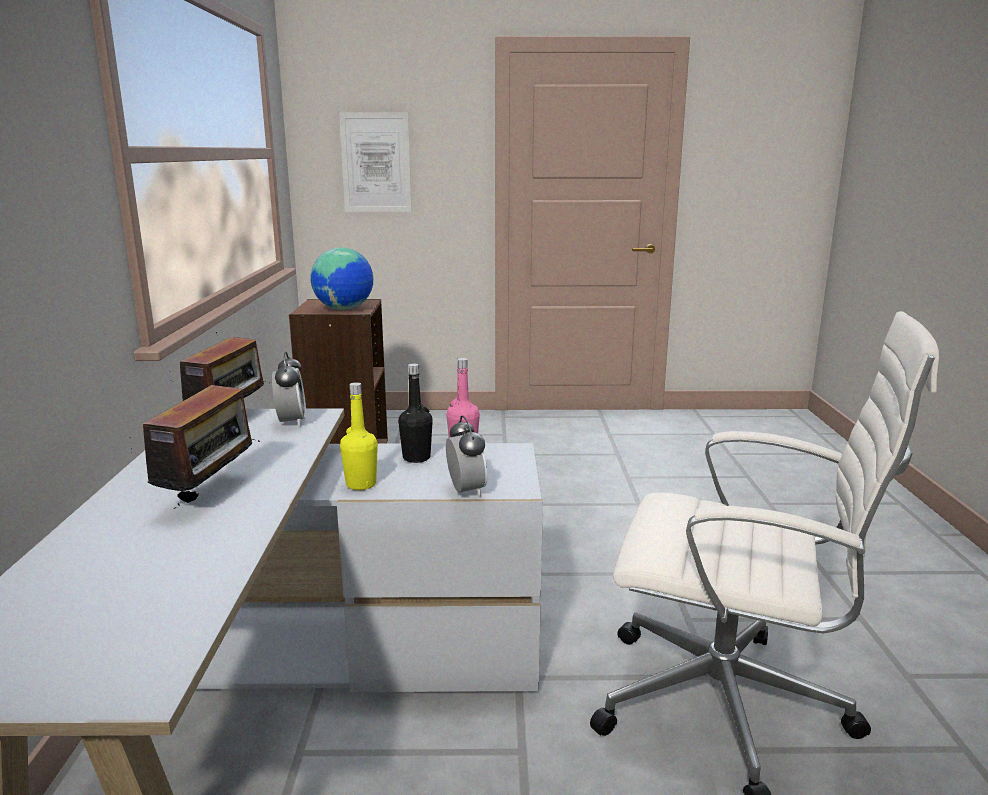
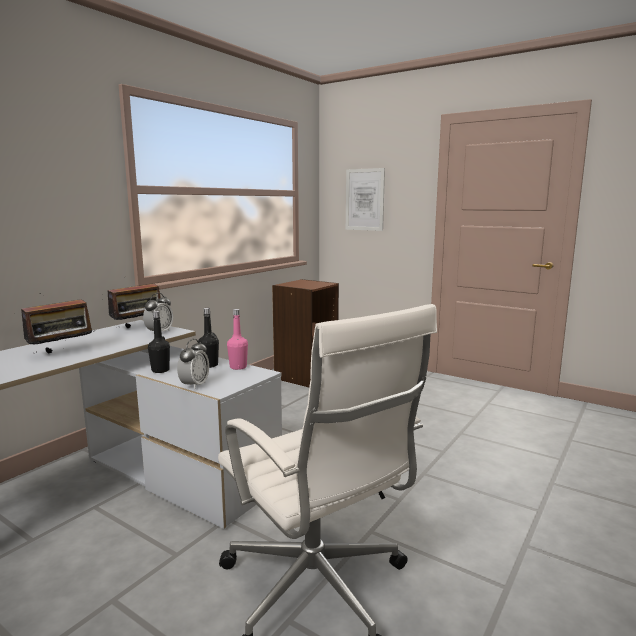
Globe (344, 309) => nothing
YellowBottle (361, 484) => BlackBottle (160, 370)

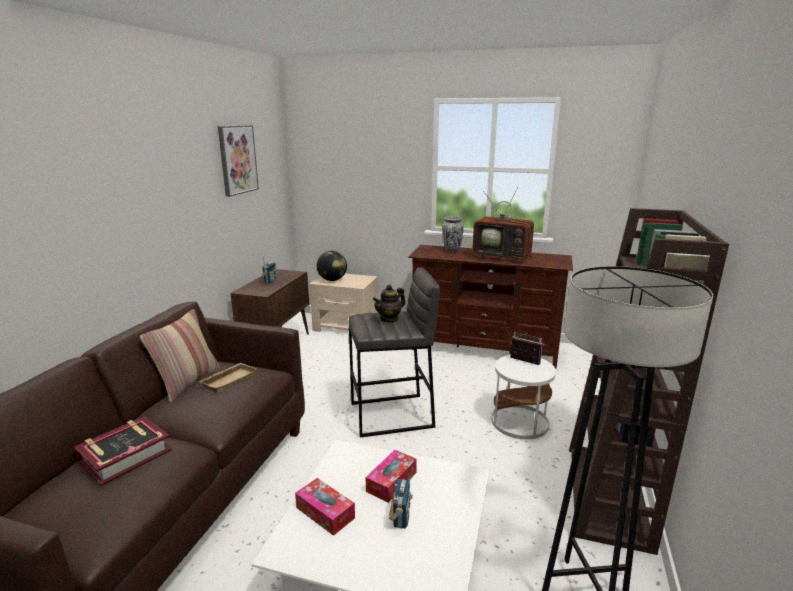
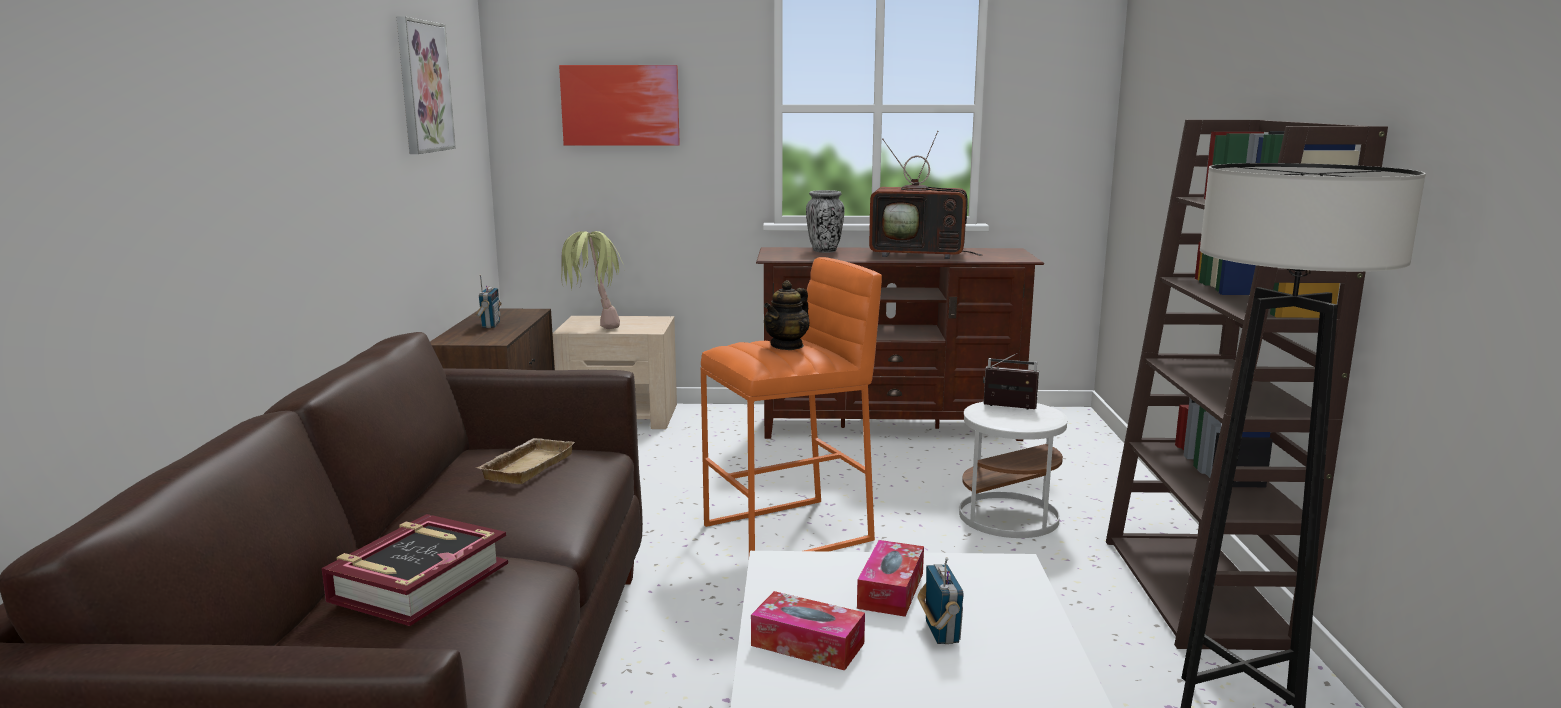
Pillow (188, 383) => nothing
nothing => Picture (620, 105)
Globe (332, 280) => PottedPlant (593, 326)
GreyStool (392, 415) => OrangeStool (790, 533)

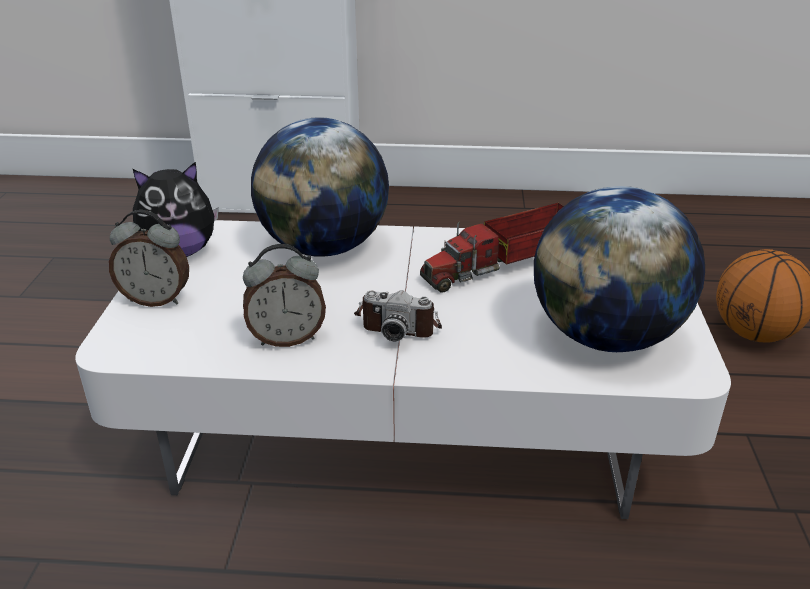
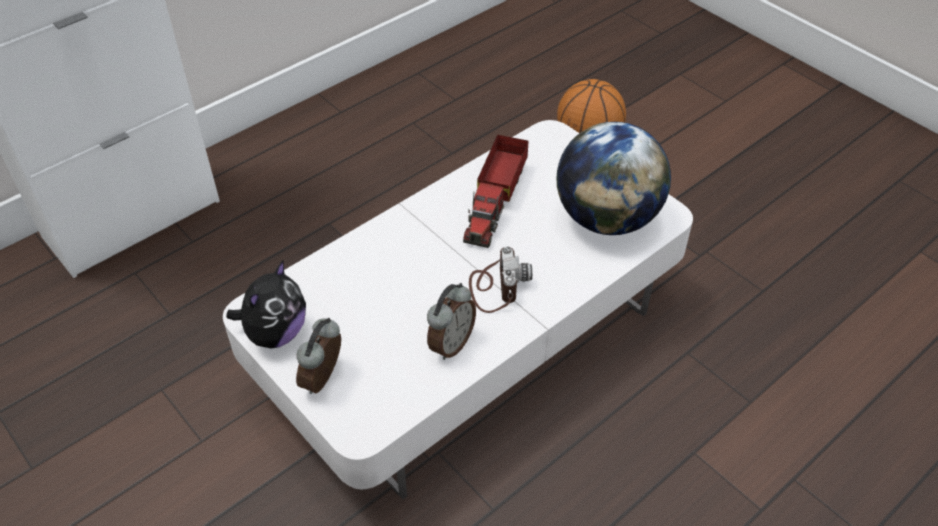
Globe (324, 247) => nothing
AlarmClock (156, 299) => AlarmClock (325, 379), 150 degrees clockwise
PhotoCamera (399, 323) => PhotoCamera (496, 286), 60 degrees counterclockwise

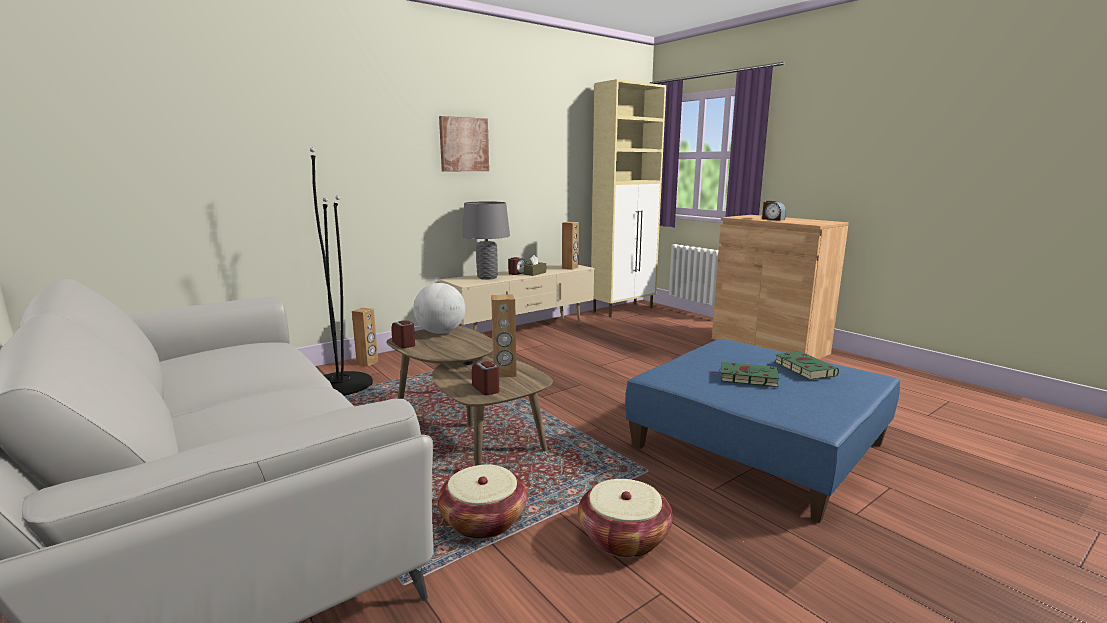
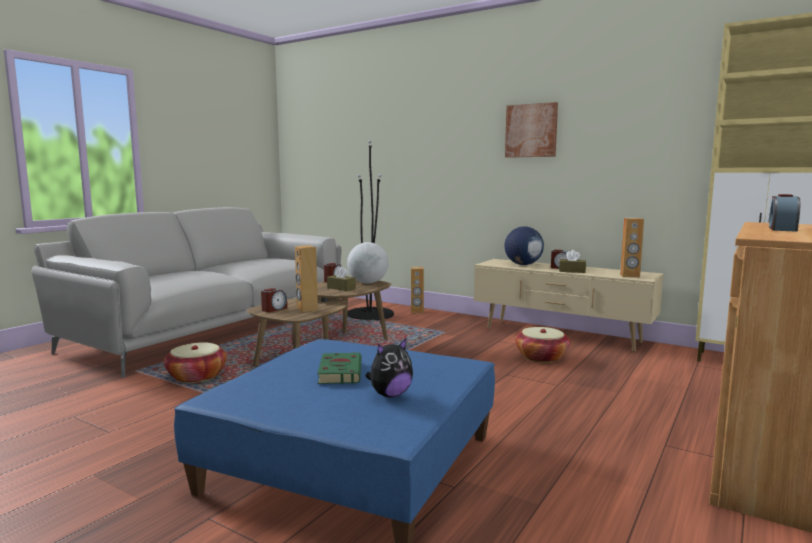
nothing => BrownTissueBox (341, 288)
Basket (623, 537) => Basket (541, 357), move
GreyTableLamp (487, 277) => Globe (523, 264)
GreenBook (803, 368) => PlushToy (390, 395)

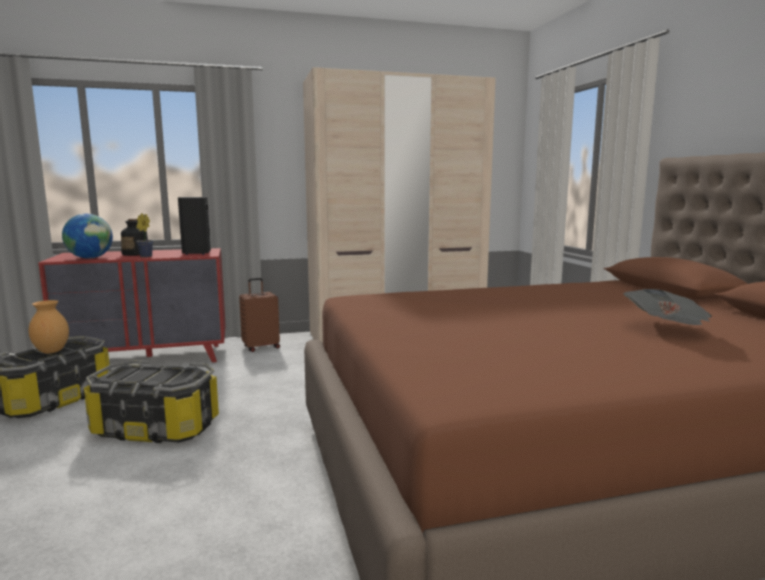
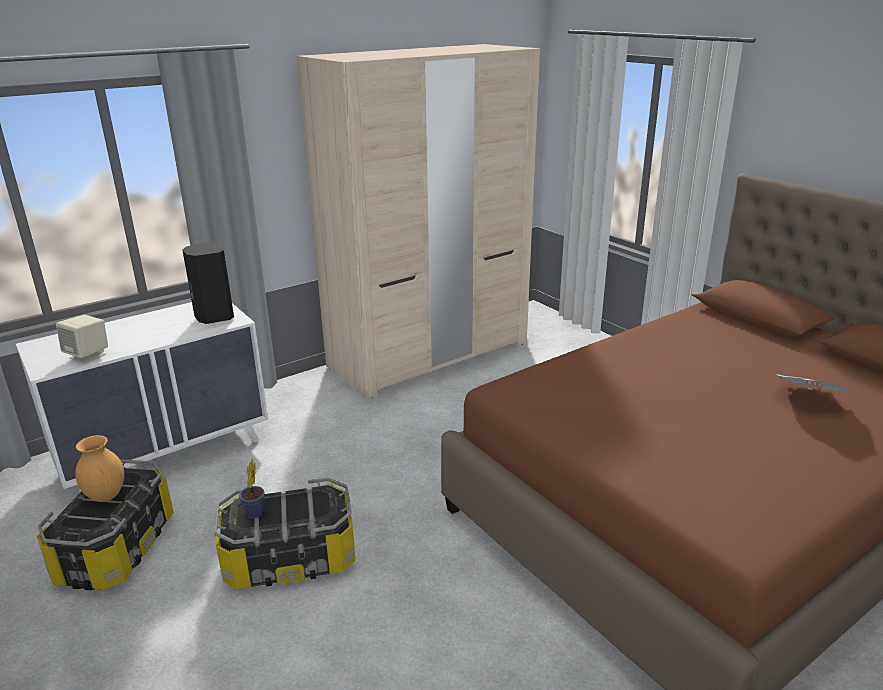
Bottle (136, 254) => nothing
BrownSuitcase (261, 347) => nothing
PottedPlant (145, 256) => PottedPlant (254, 514), move
Globe (90, 258) => BeigeSpeaker (88, 356)
RedDresser (149, 358) => WhiteDresser (166, 452)

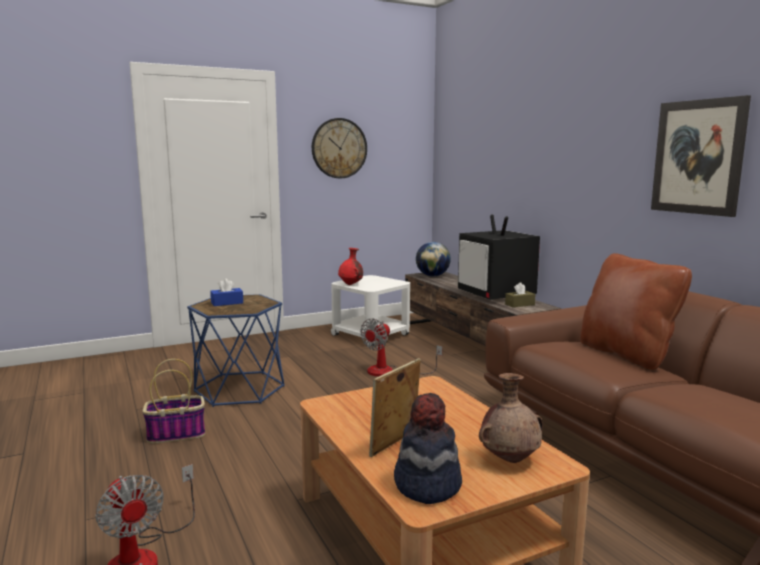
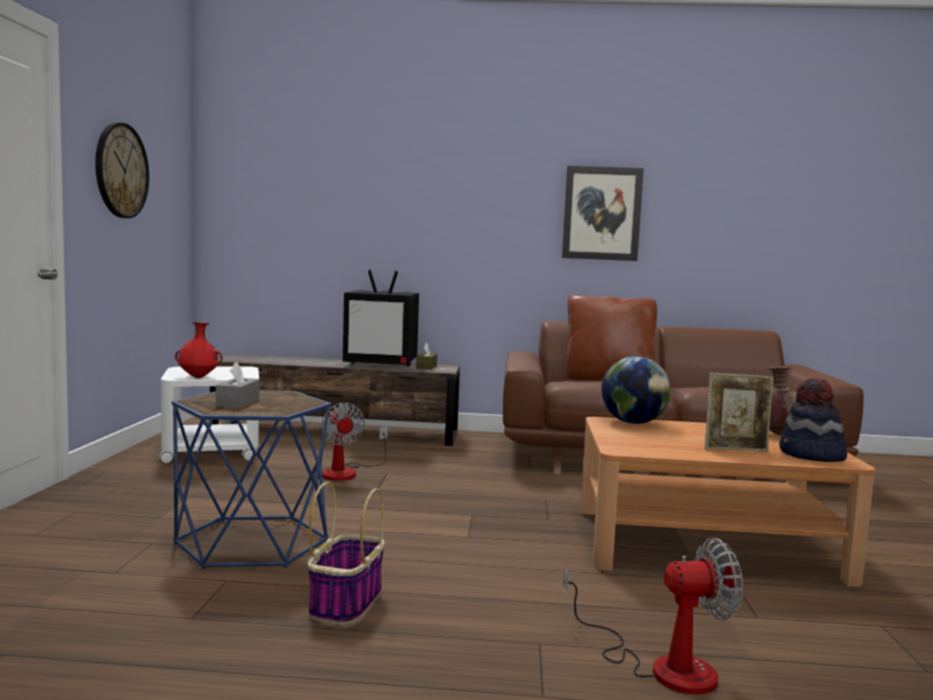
Globe (432, 276) => Globe (633, 423), move
BlueTissueBox (227, 303) => GreyTissueBox (238, 402)
PictureFrame (395, 445) => PictureFrame (735, 450), 75 degrees counterclockwise

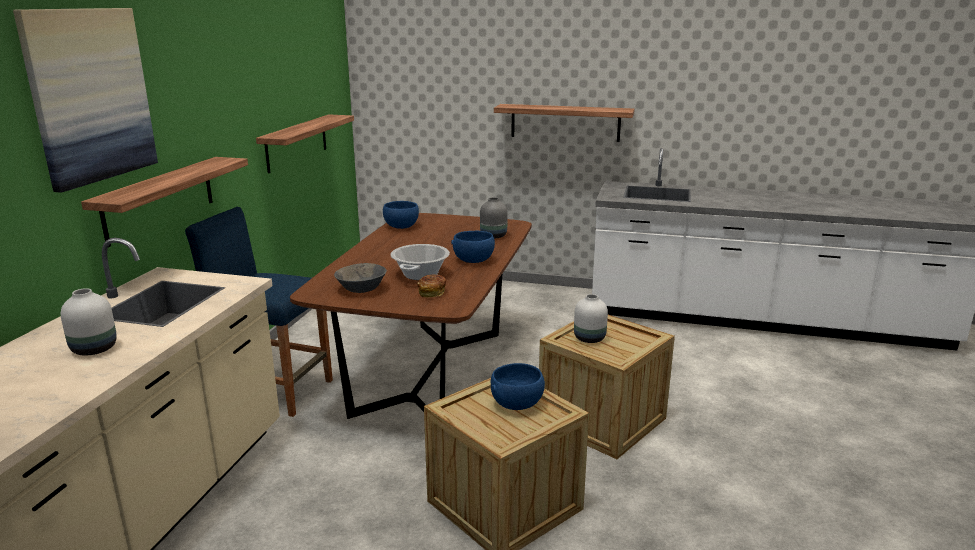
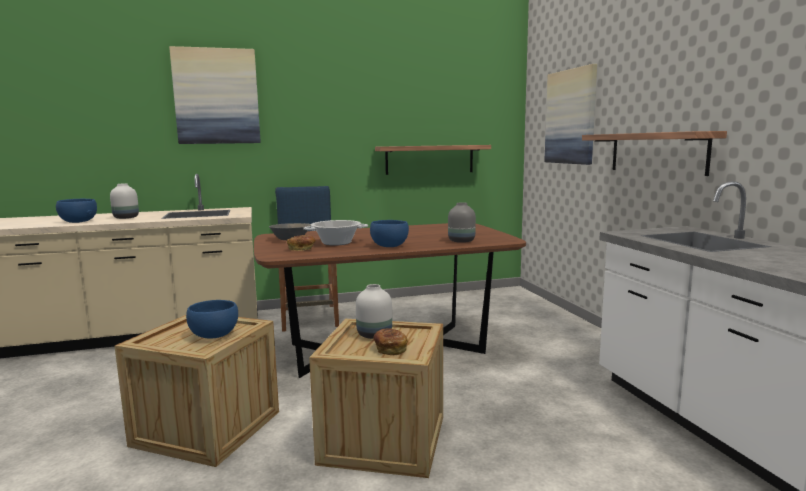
Shelf (160, 199) => nothing
nothing => Bread (390, 349)
nothing => Picture (571, 117)
BlueBowl (401, 227) => BlueBowl (78, 222), move

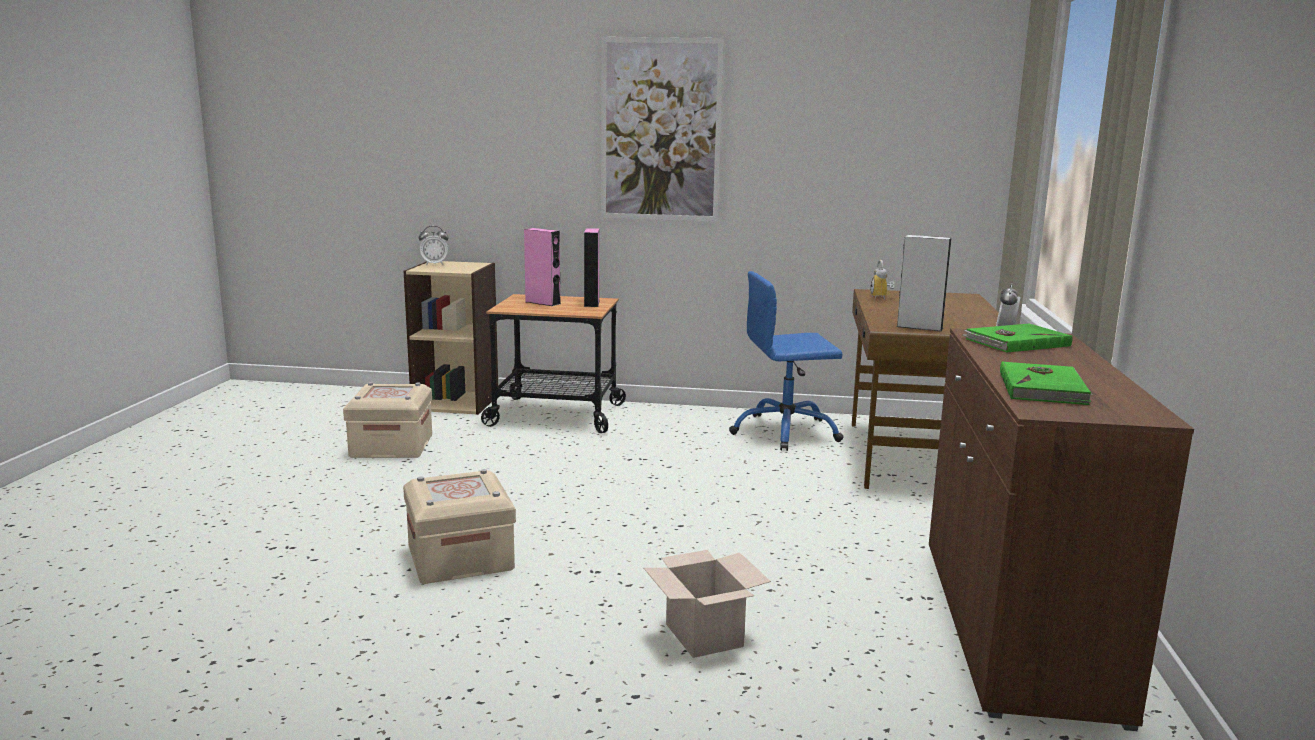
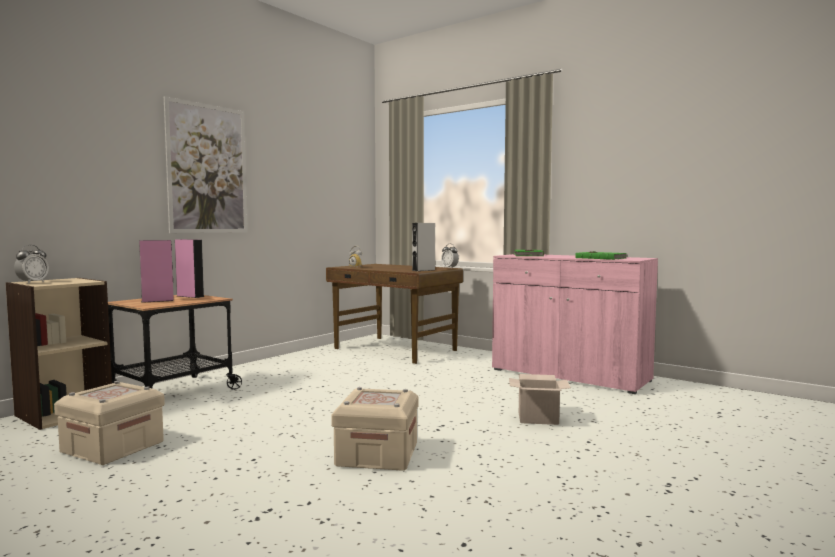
BlueOfficeChair (785, 432) => nothing
BrownCabinet (1015, 625) => PinkCabinet (569, 375)

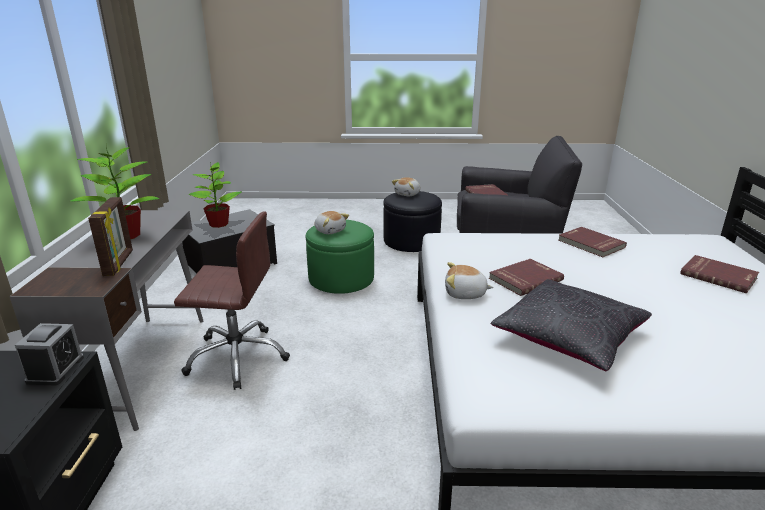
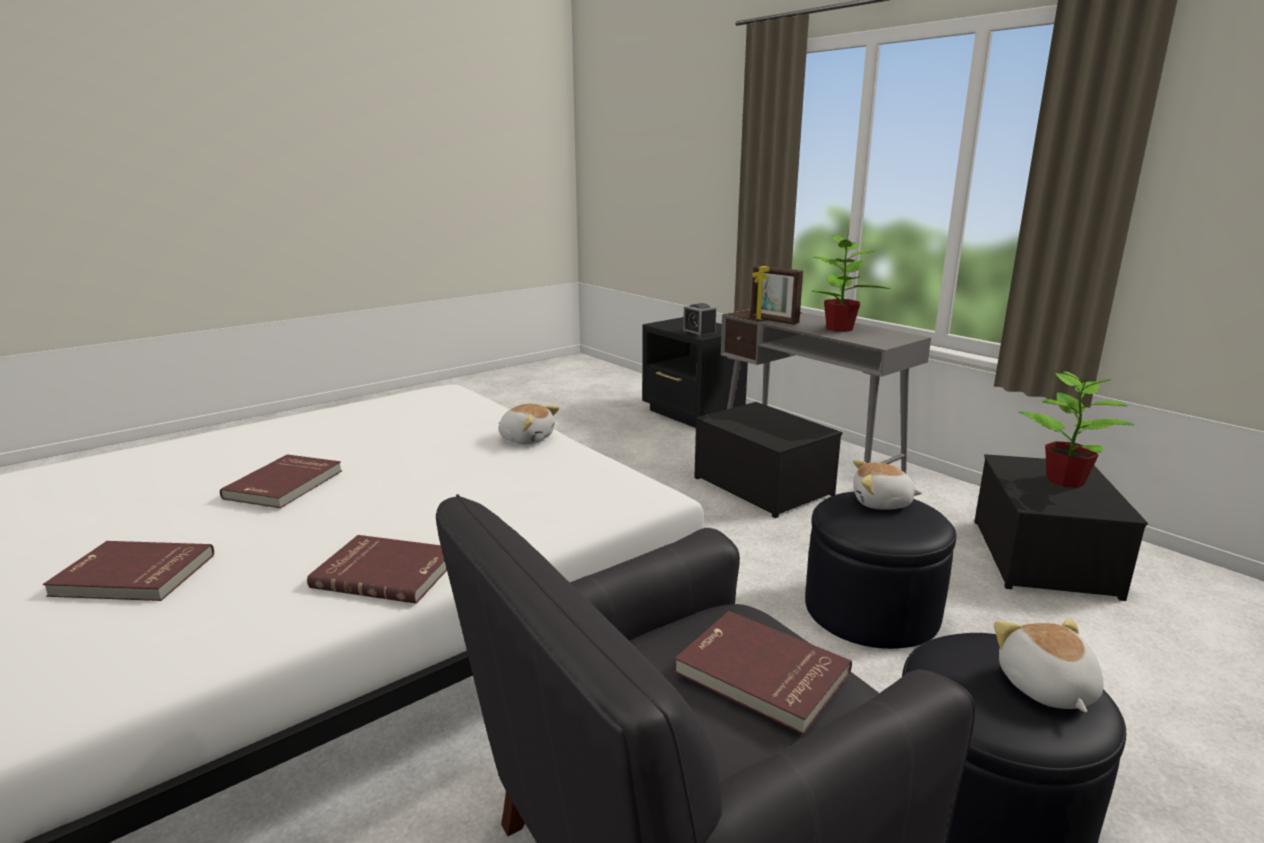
BlackPillow (569, 337) => nothing
RedBook (524, 279) => RedBook (286, 484), move
BrownOfficeChair (237, 357) => StorageBox (761, 486)
GreenOttoman (341, 278) => BlackOttoman (872, 610)
PlushToy (465, 294) => PlushToy (527, 438), 60 degrees clockwise

